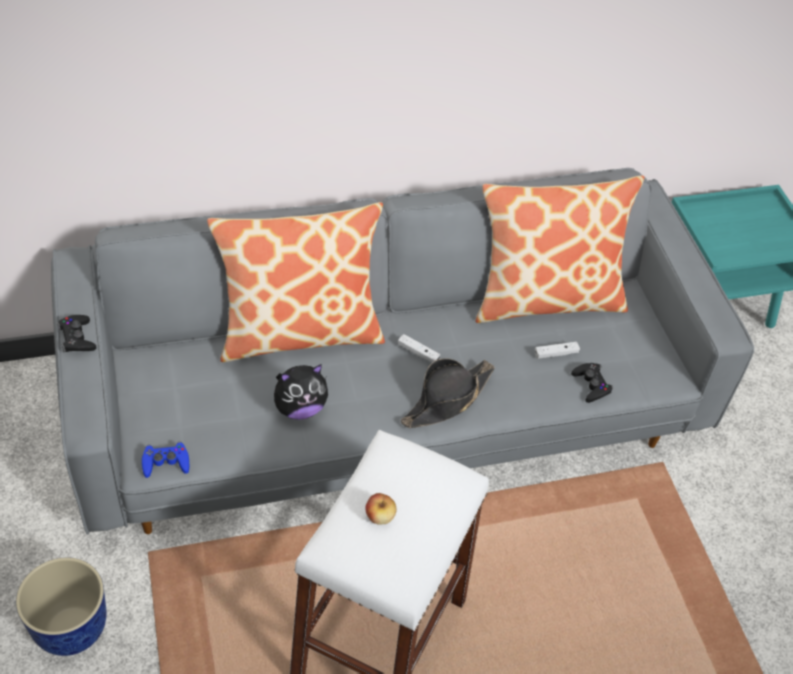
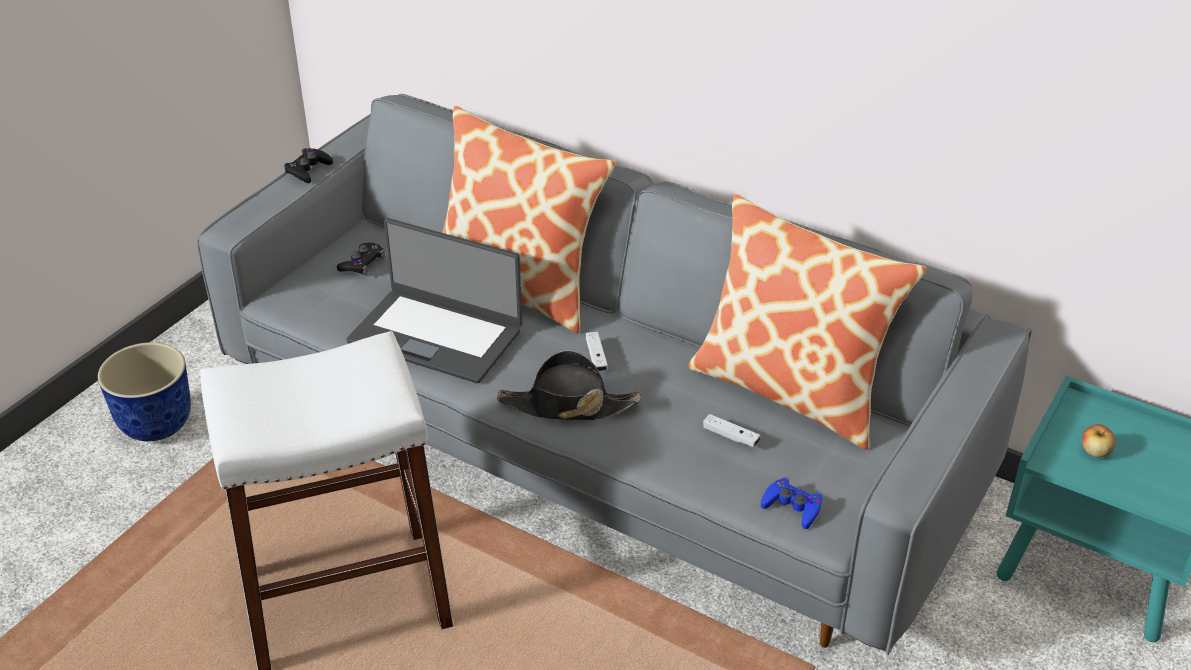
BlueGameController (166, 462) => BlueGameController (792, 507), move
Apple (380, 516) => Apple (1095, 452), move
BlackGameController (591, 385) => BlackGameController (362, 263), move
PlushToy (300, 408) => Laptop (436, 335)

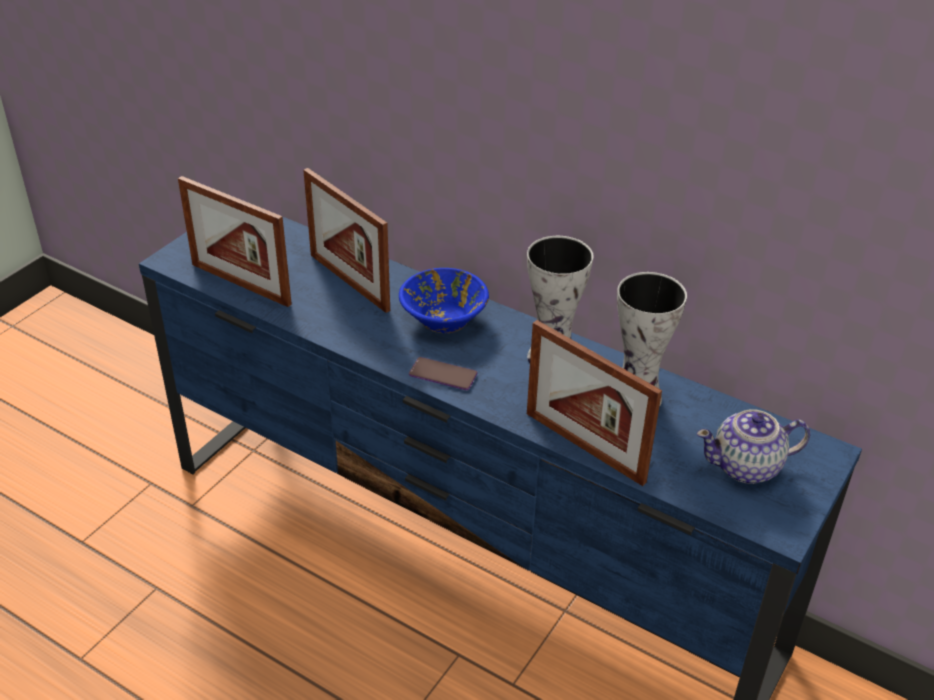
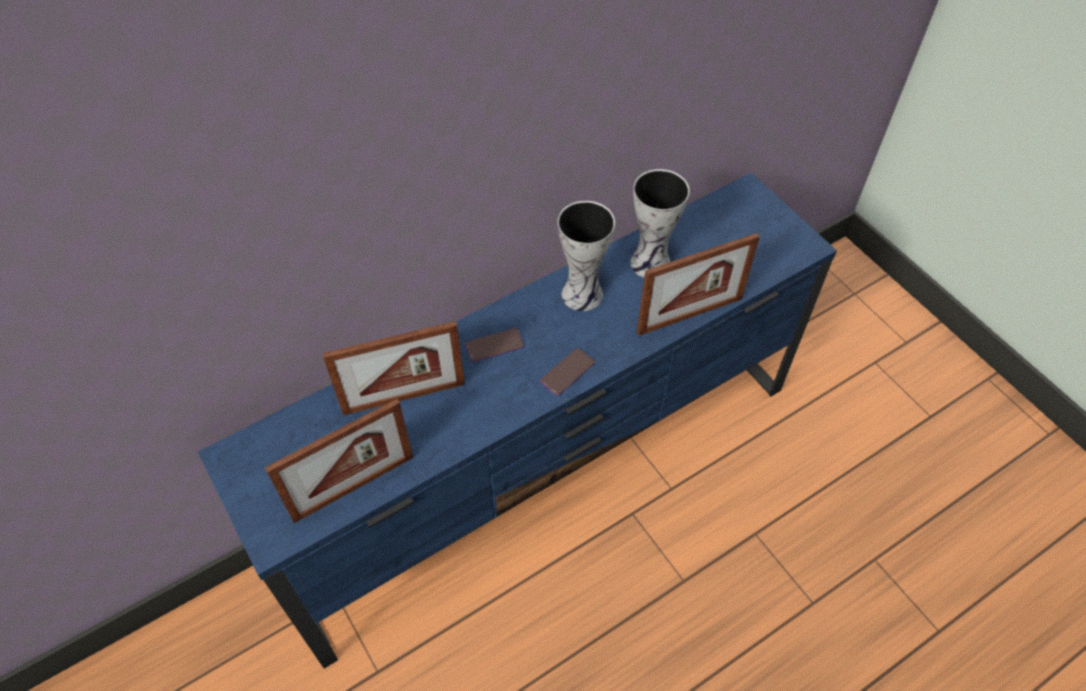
Teapot (747, 466) => nothing
BlueBowl (443, 318) => Phone (494, 345)

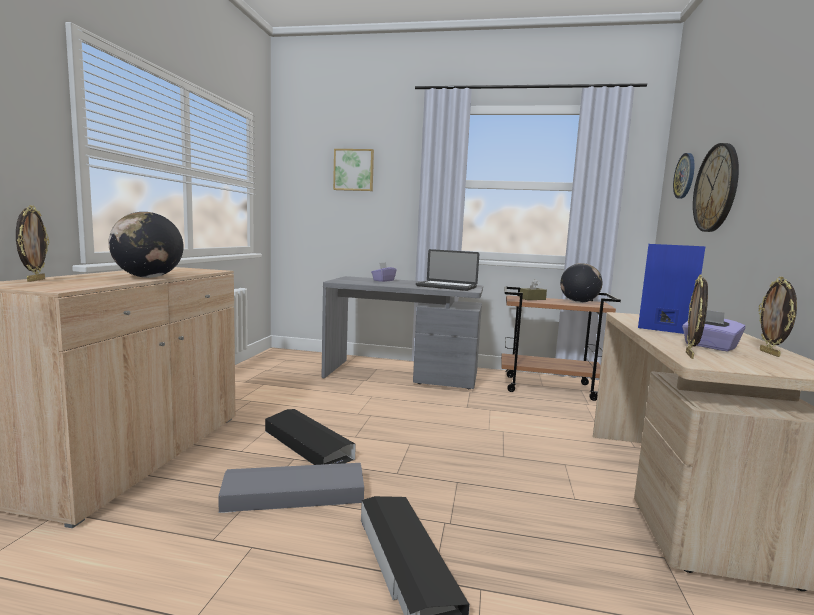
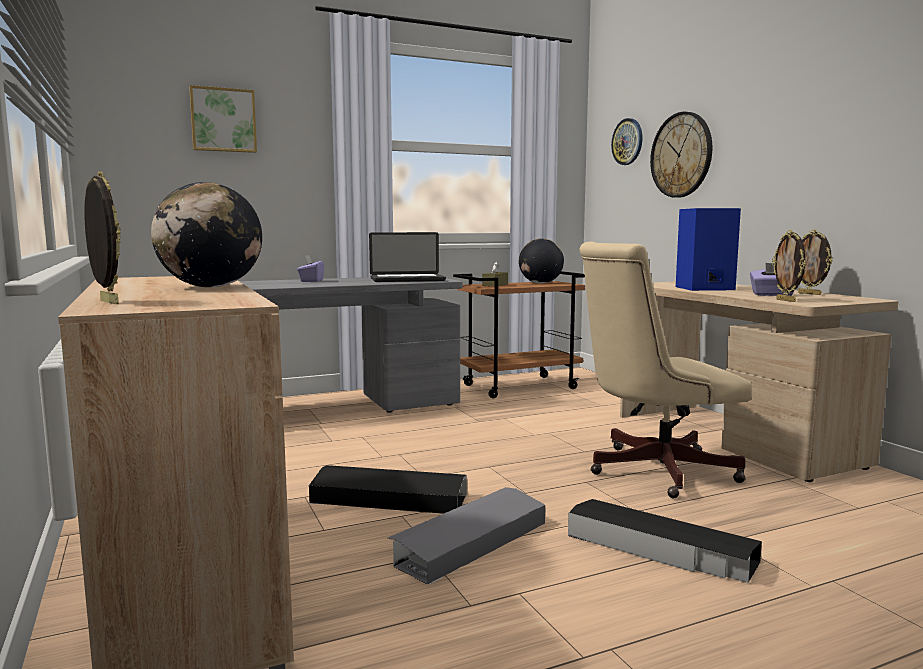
nothing => BeigeOfficeChair (652, 470)

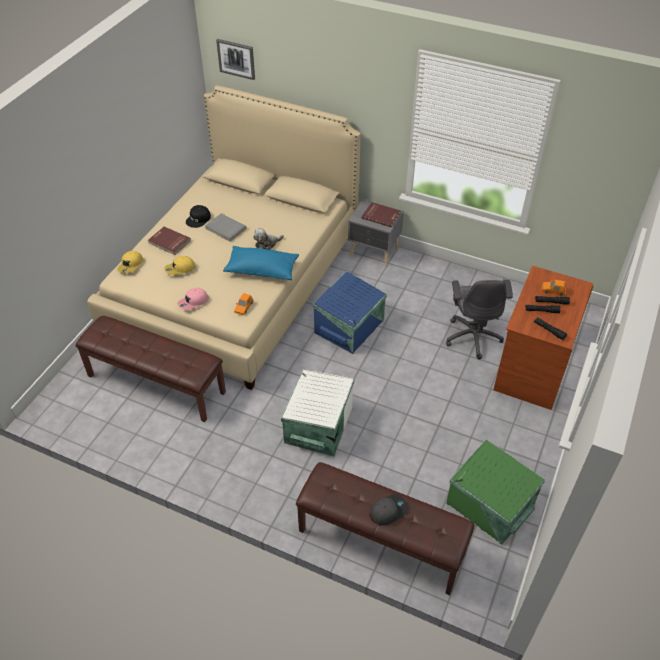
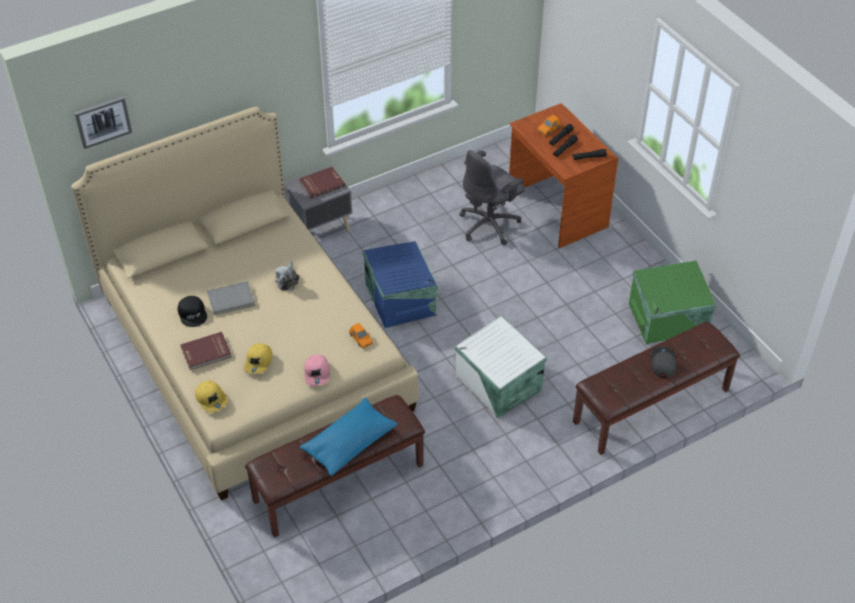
BluePillow (262, 270) => BluePillow (349, 443), move
GreyOfficeChair (473, 336) => GreyOfficeChair (490, 225), 105 degrees clockwise

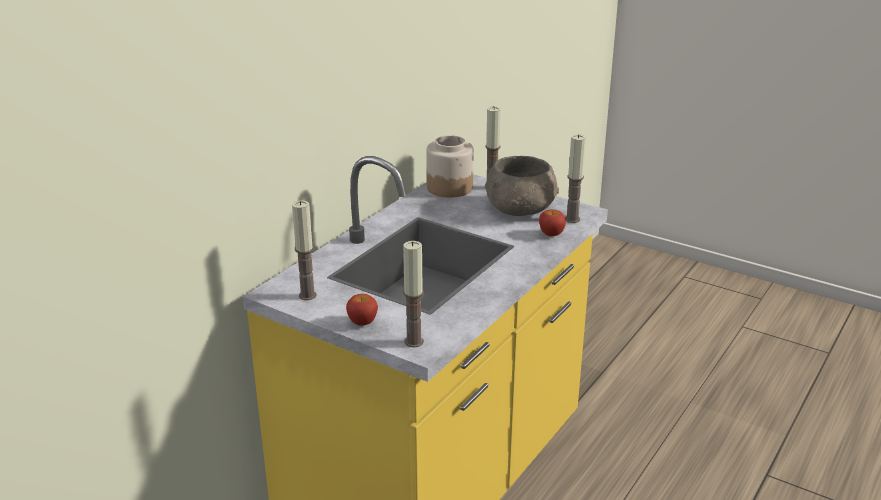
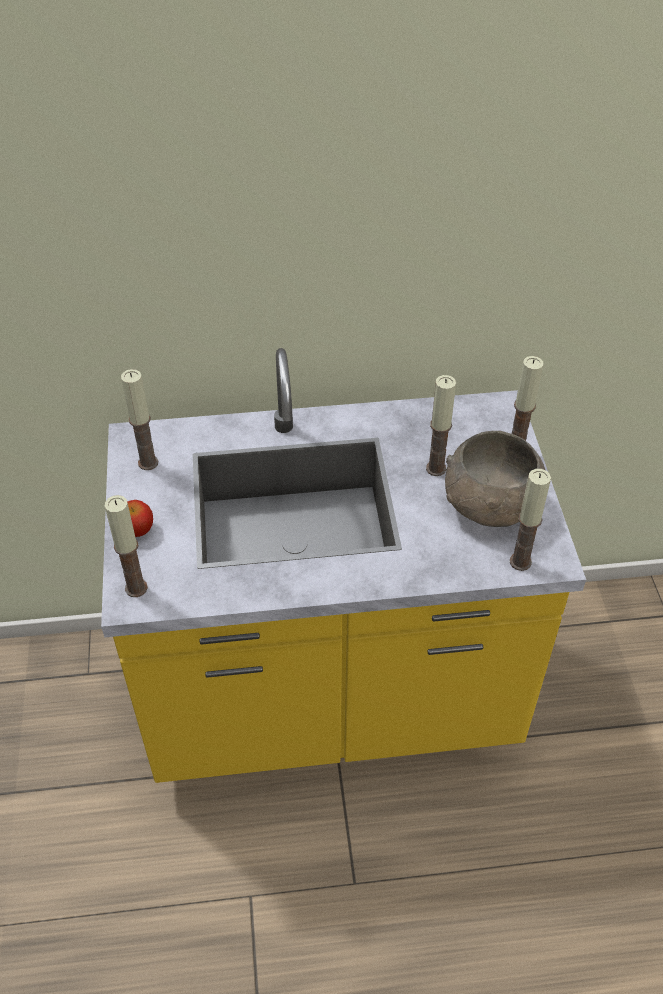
Jar (450, 187) => nothing
Apple (551, 234) => nothing
nothing => Candle (436, 468)

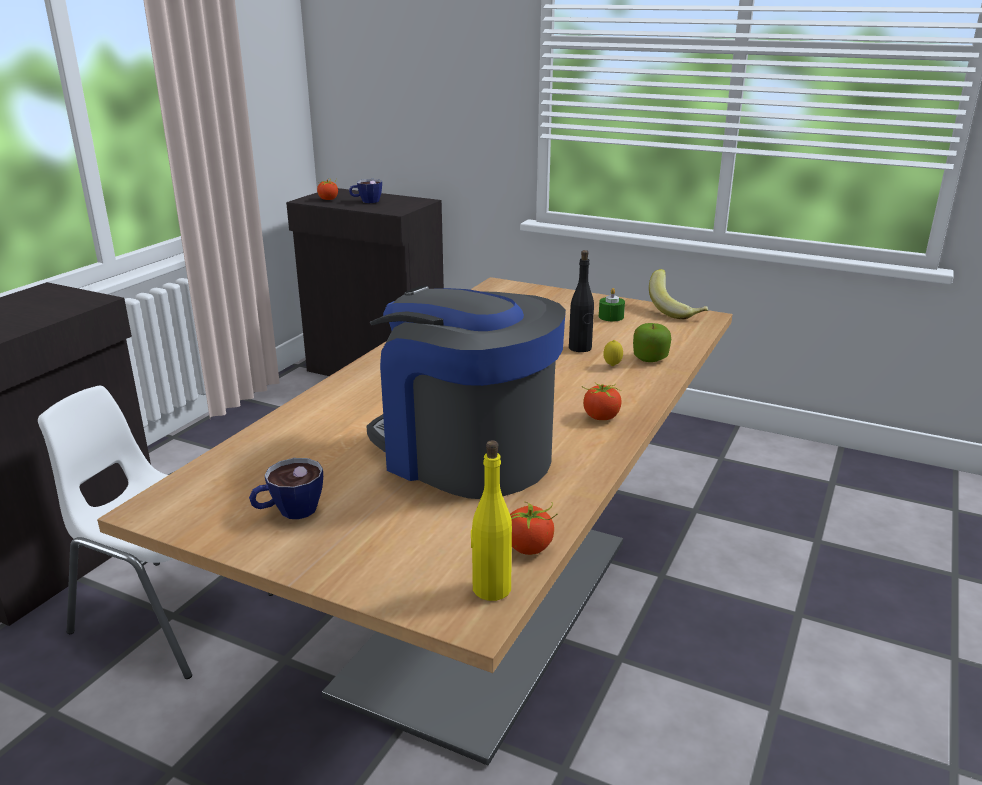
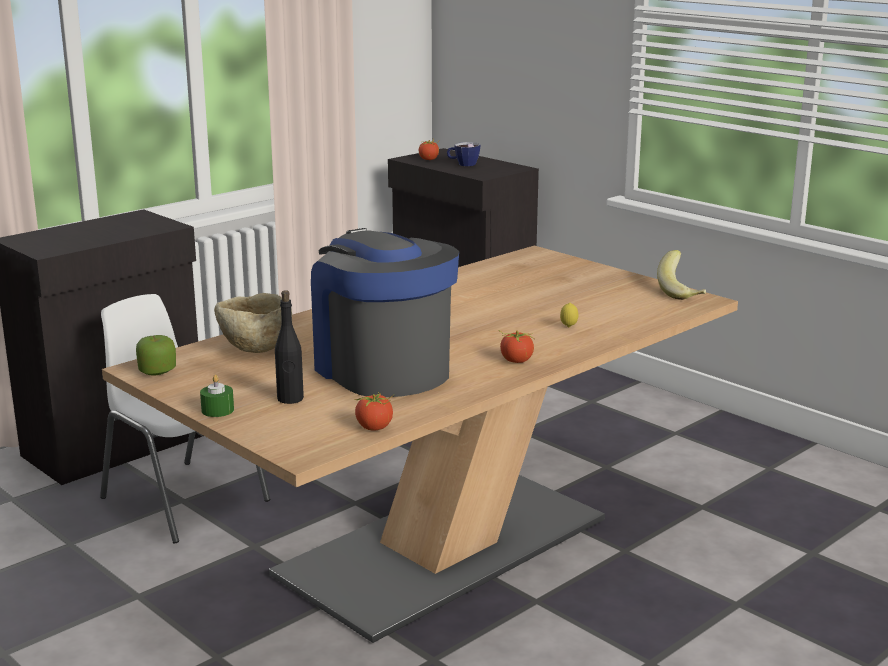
Cup (289, 512) => nothing
YellowBottle (491, 589) => nothing
nothing => BeigeBowl (255, 349)
BlackBottle (580, 348) => BlackBottle (290, 399), move
GreenCandle (611, 317) => GreenCandle (217, 410), move
Apple (650, 358) => Apple (157, 371), move

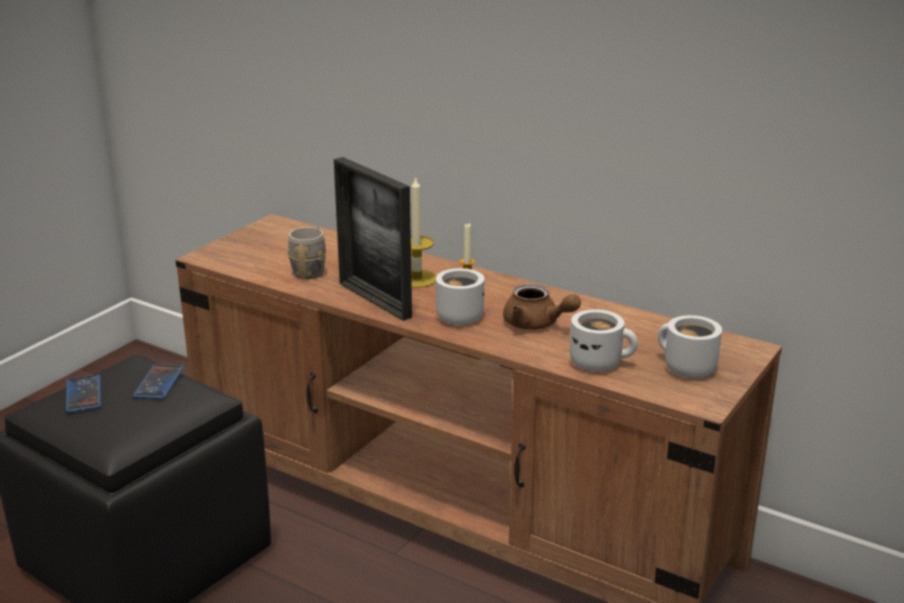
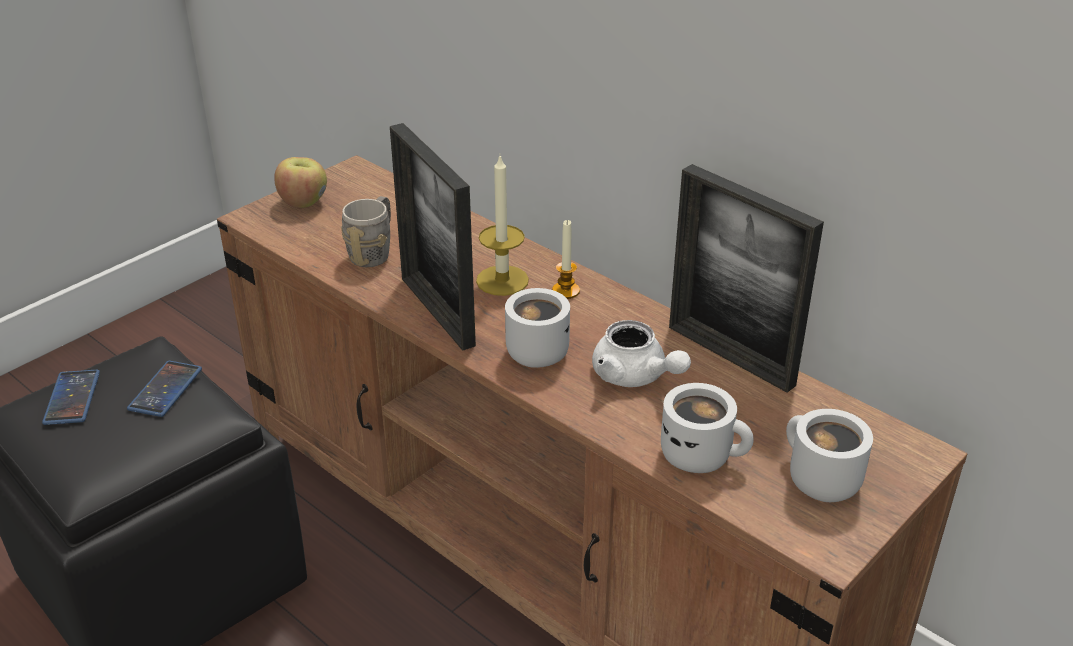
nothing => Apple (303, 202)
nothing => PictureFrame (730, 355)
BrownTeapot (536, 324) => WhiteTeapot (635, 376)

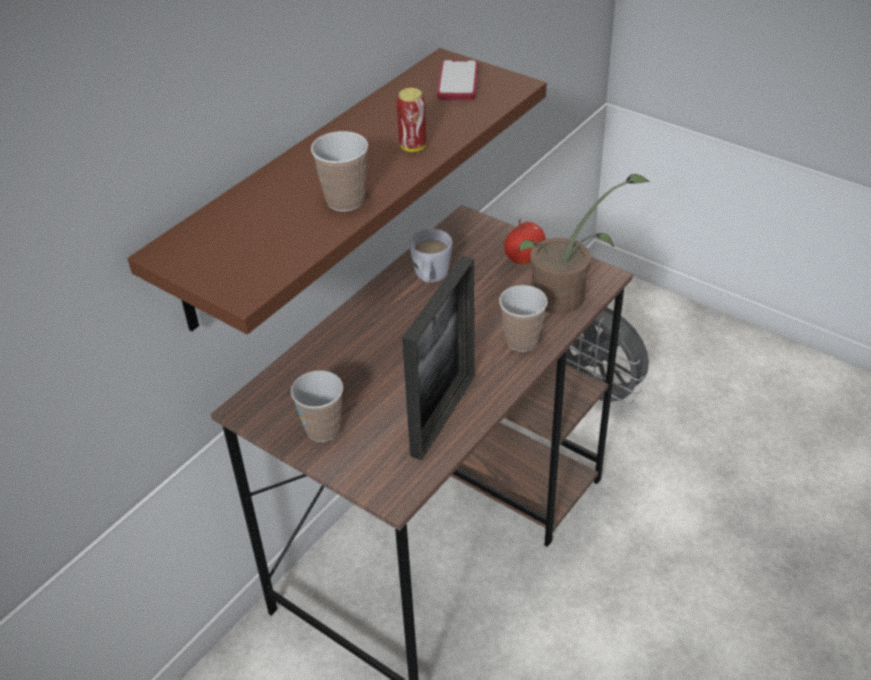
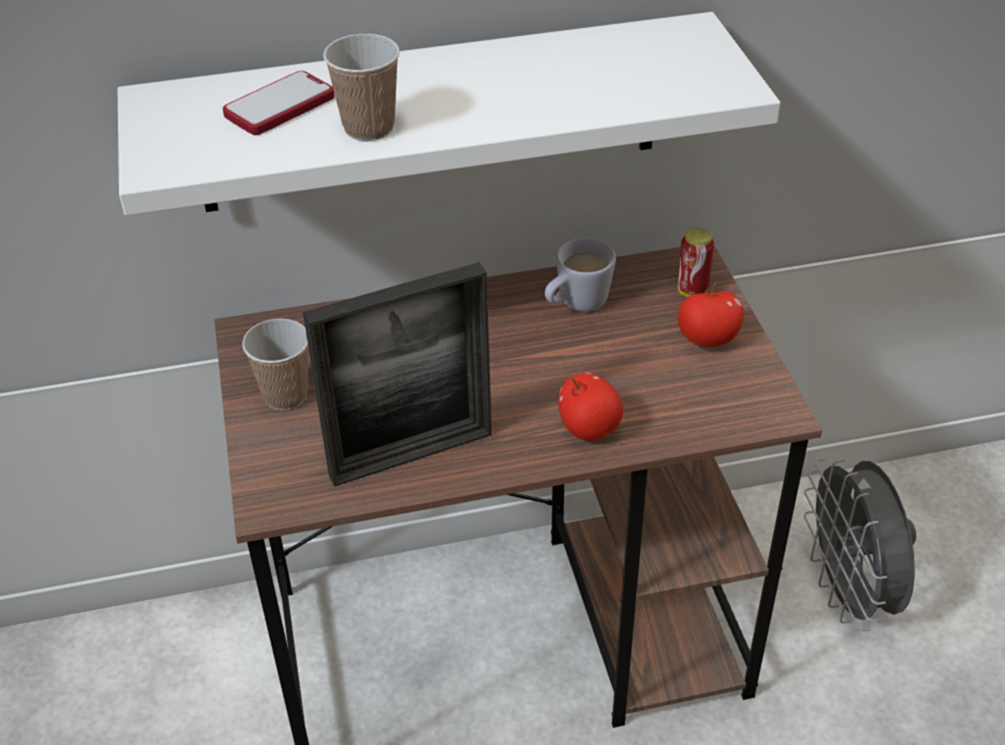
PottedPlant (566, 296) => nothing
Can (413, 147) => Can (692, 290), move
Phone (458, 82) => Phone (279, 106), move
Cup (521, 341) => Apple (589, 428)
BrownShelf (309, 188) => WhiteShelf (430, 114)

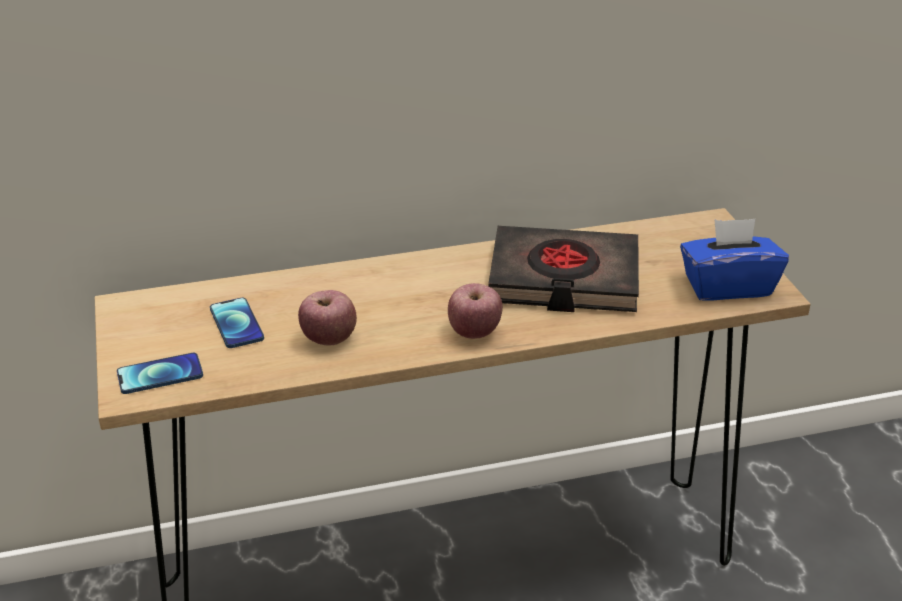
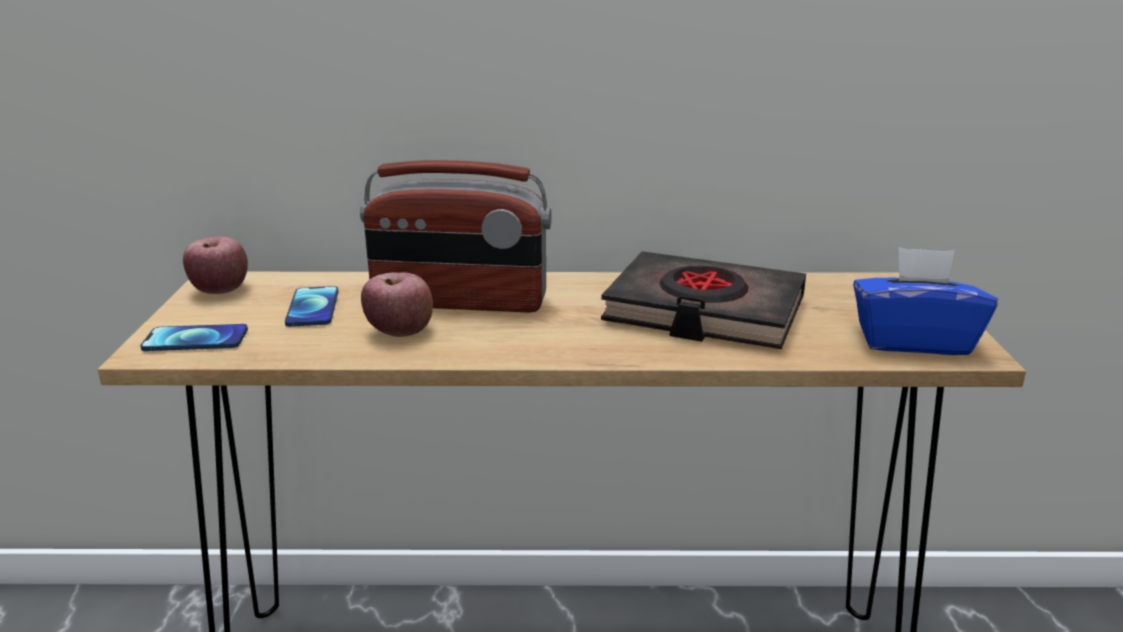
nothing => Radio (459, 302)
Apple (474, 332) => Apple (220, 291), move

